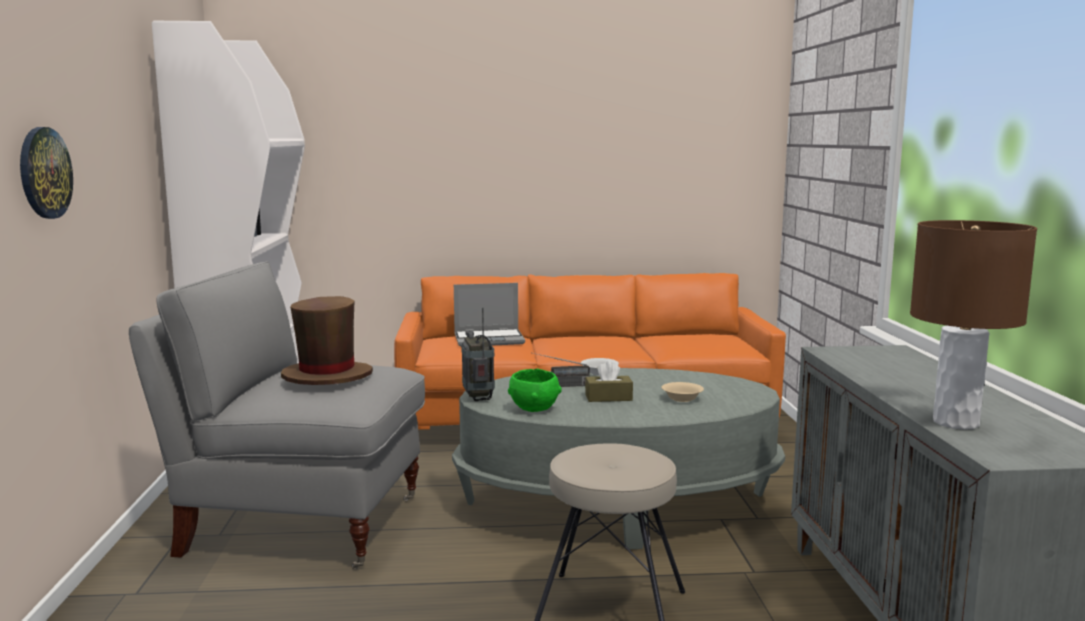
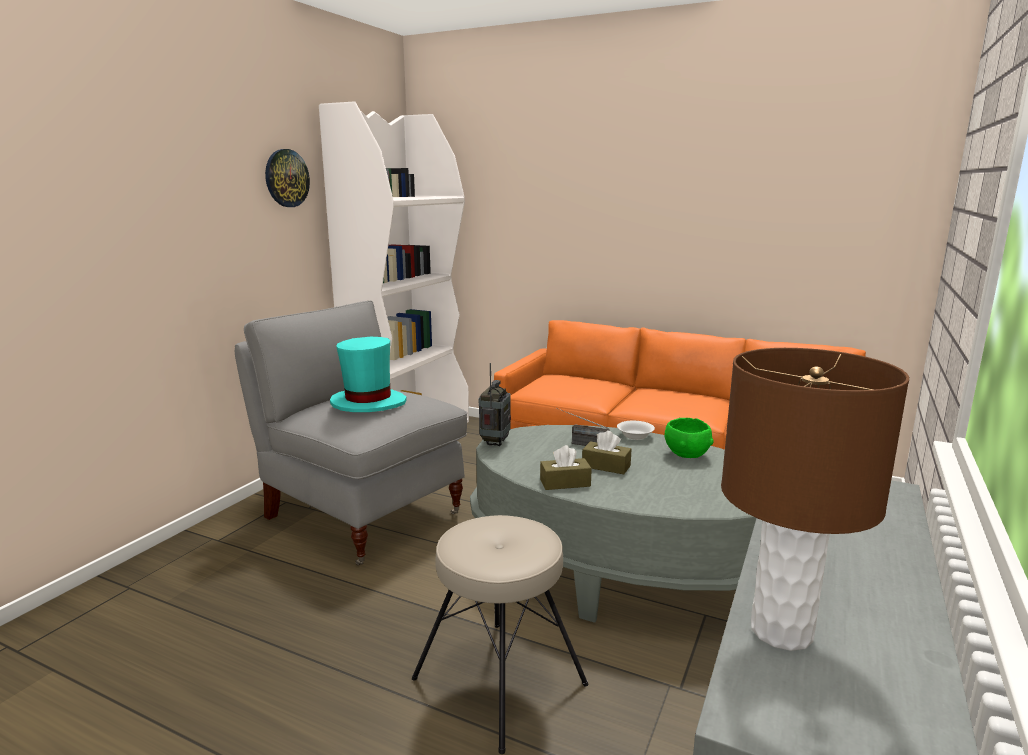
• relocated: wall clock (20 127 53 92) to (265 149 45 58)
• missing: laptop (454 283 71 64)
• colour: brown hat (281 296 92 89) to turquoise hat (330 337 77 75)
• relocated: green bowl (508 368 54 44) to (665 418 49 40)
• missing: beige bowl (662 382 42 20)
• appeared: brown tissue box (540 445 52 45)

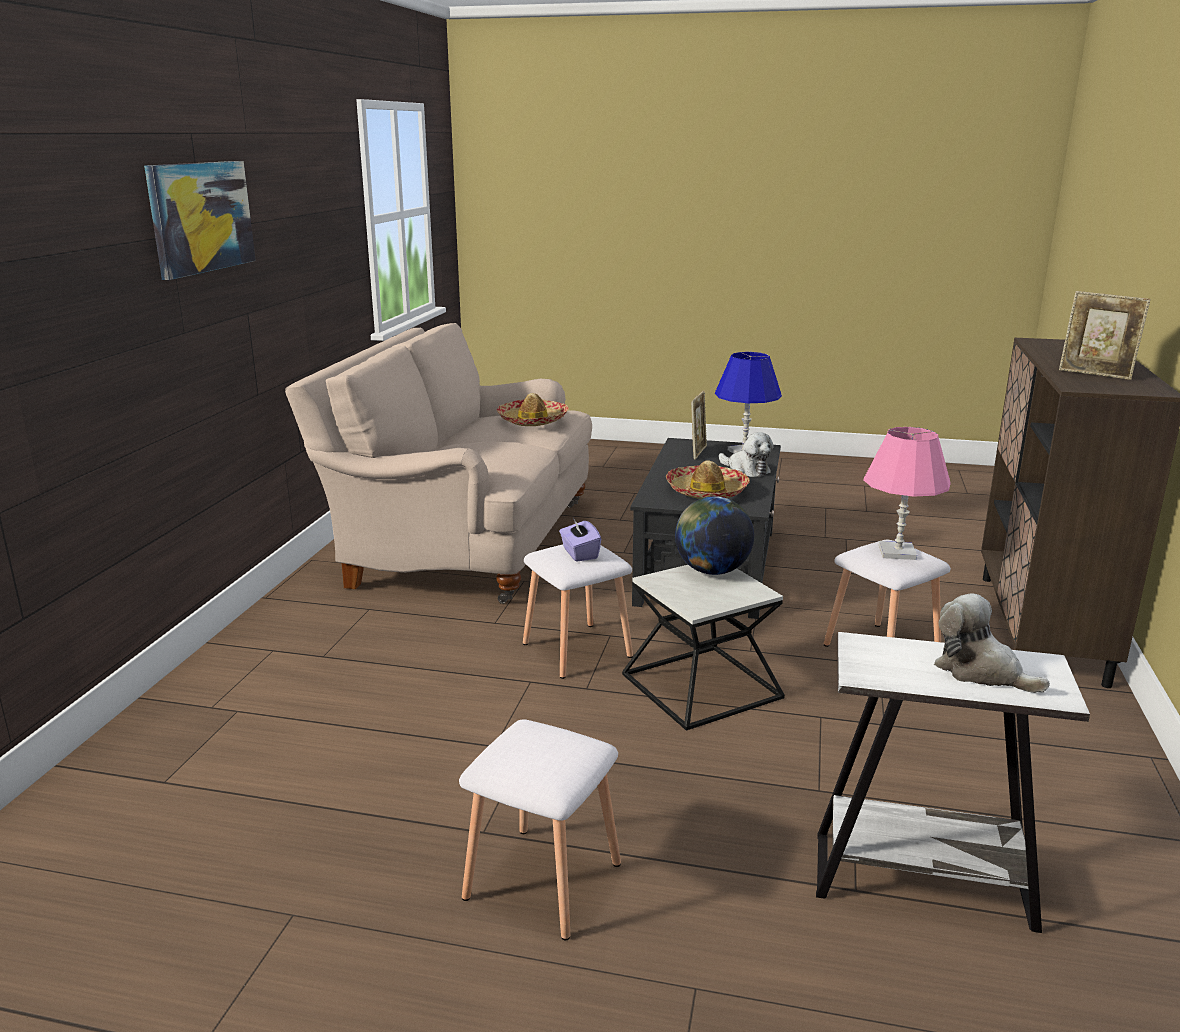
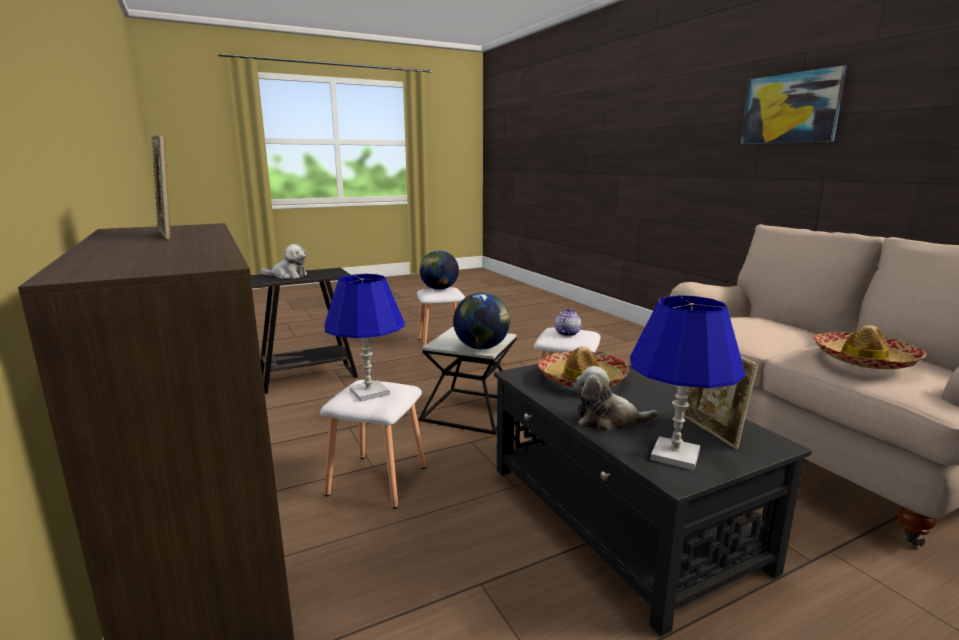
• spun: picture frame (1059 291 91 89) = (152 135 19 104) 120 degrees counterclockwise
• colour: pink table lamp (864 427 86 133) to blue table lamp (324 274 81 128)
• exchanged: purple tissue box (559 518 42 44) to teapot (555 308 26 28)
• colour: white side table (816 632 274 301) to black side table (251 268 107 126)
• appeared: globe (420 251 39 39)

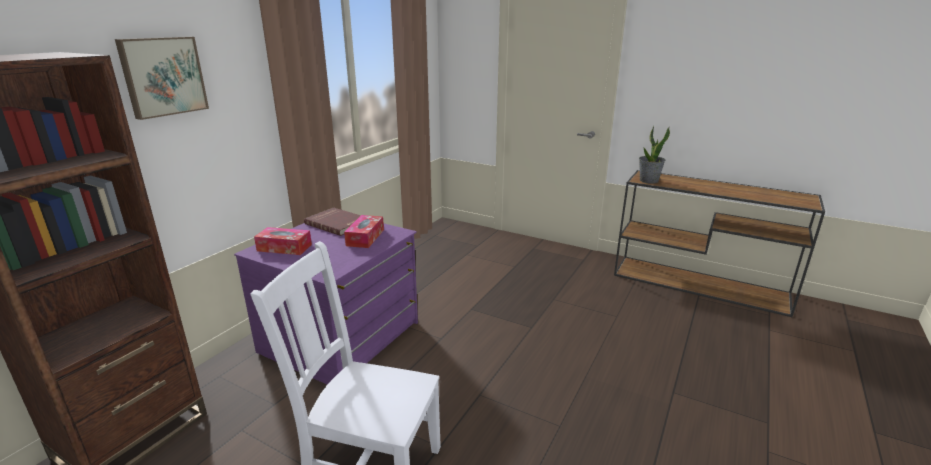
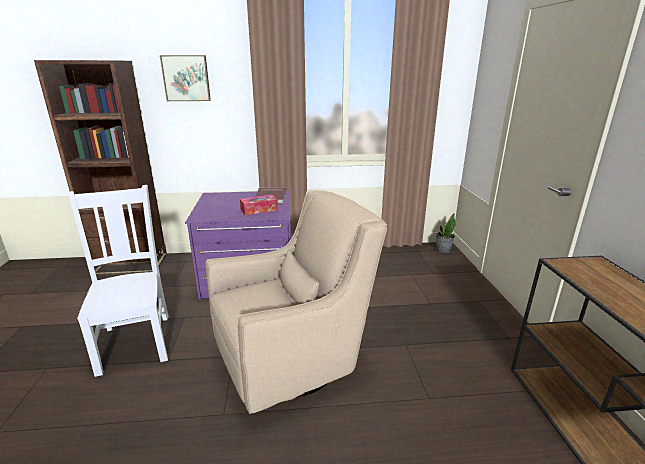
• relocated: potted plant (639 126 31 58) to (436 213 20 40)
• missing: tissue box (254 227 58 28)
• appeared: beige armchair (206 191 181 223)

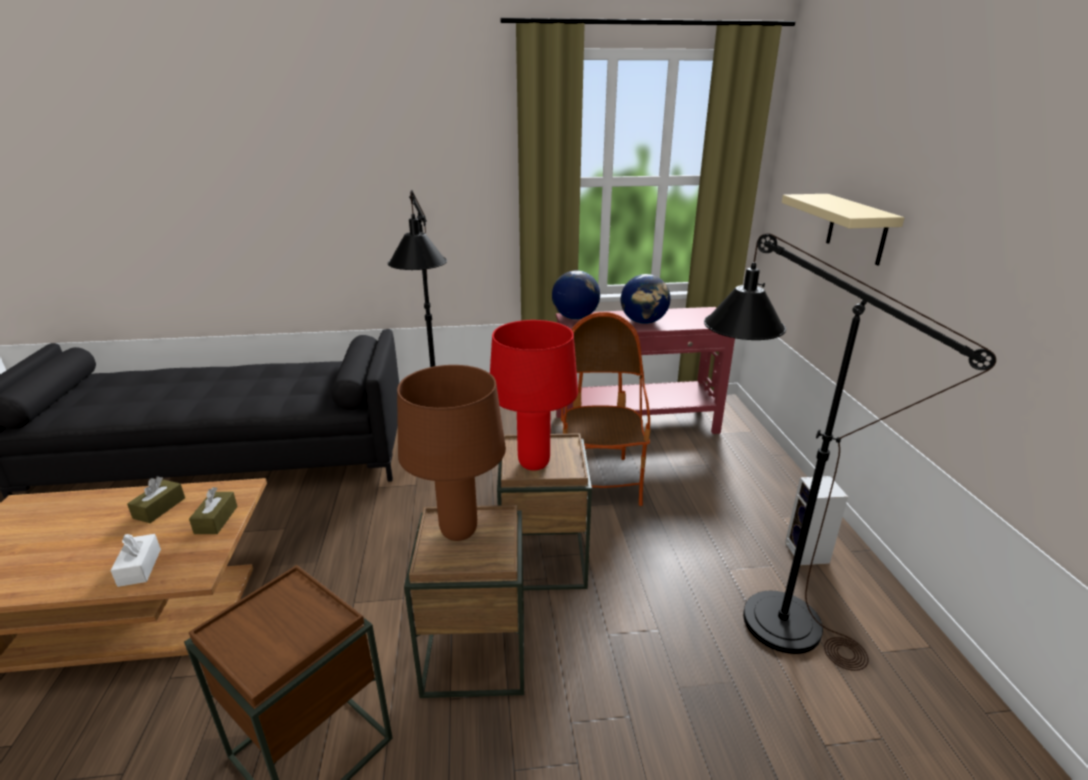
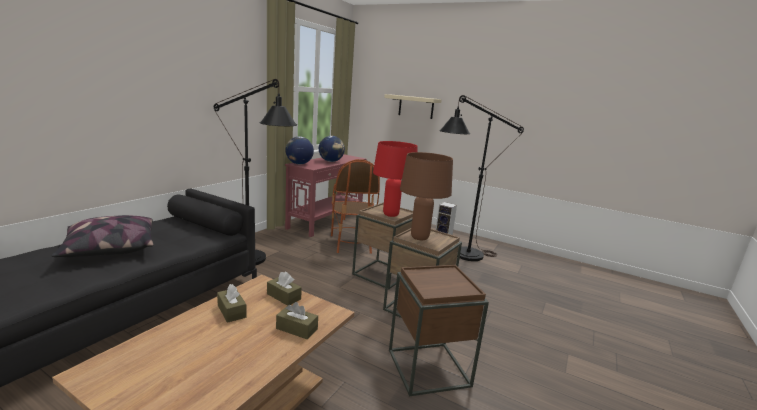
• spun: armchair (561 312 90 194) = (331 159 49 95) 135 degrees counterclockwise
• colour: white tissue box (110 534 51 53) to brown tissue box (276 302 42 38)
• appeared: pillow (51 215 103 42)

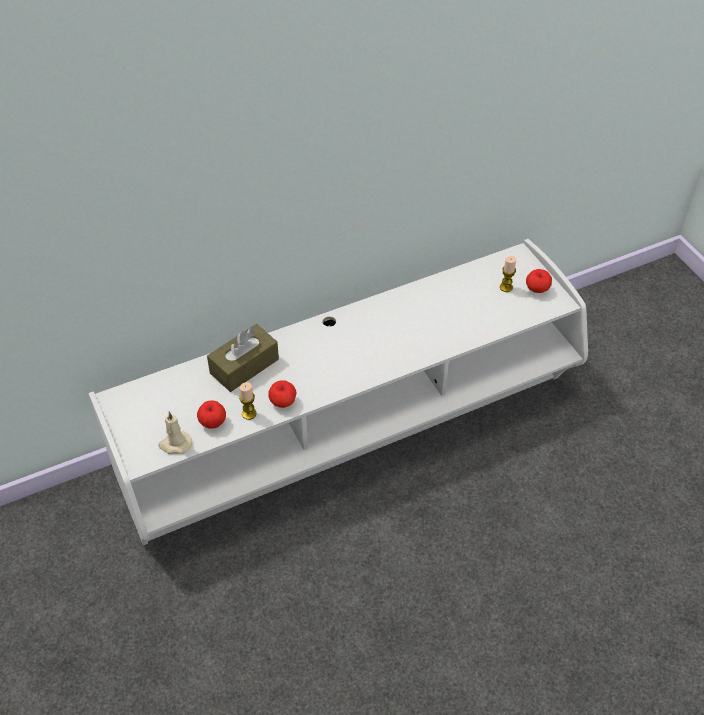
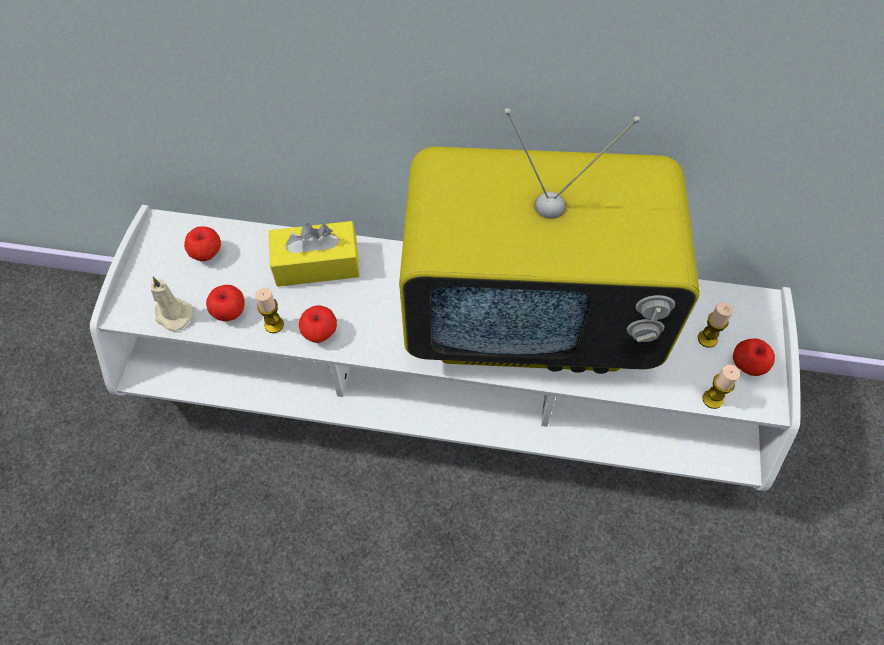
• colour: brown tissue box (207 324 72 68) to yellow tissue box (269 221 91 66)
• appeared: television (399 108 301 266)
• appeared: apple (184 226 37 35)
• appeared: candle (702 365 38 44)

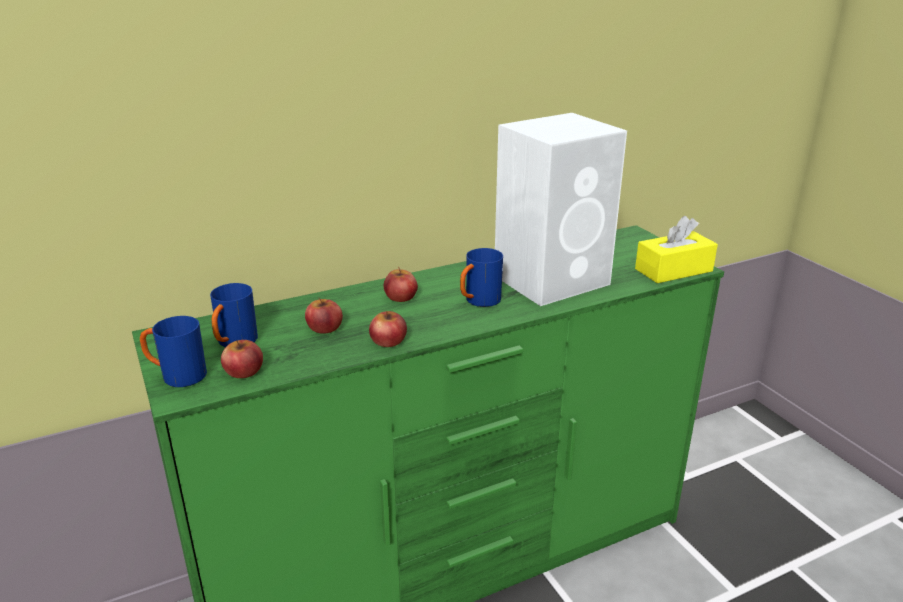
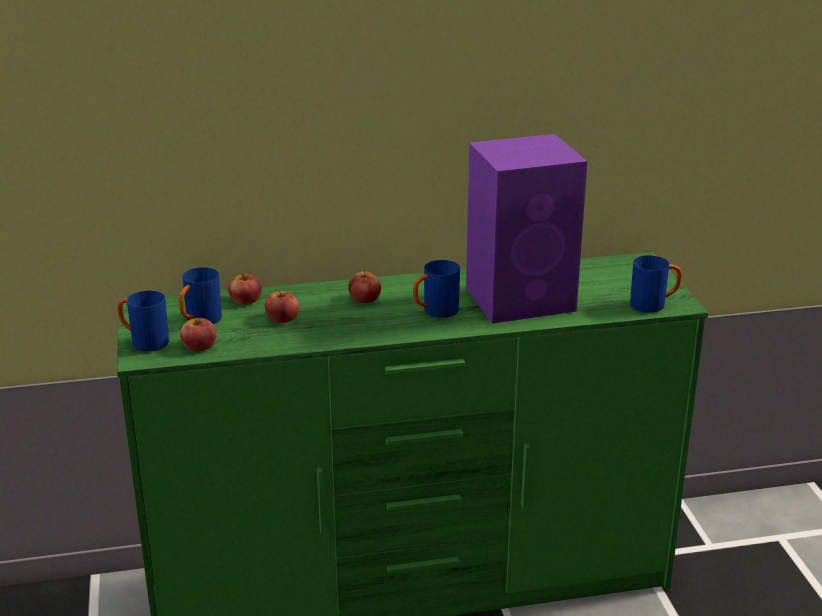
• colour: white speaker (495 113 132 193) to purple speaker (466 134 121 190)
• exchanged: yellow tissue box (635 216 83 67) to blue mug (630 255 52 58)
• relocated: apple (369 311 38 36) to (228 273 34 32)

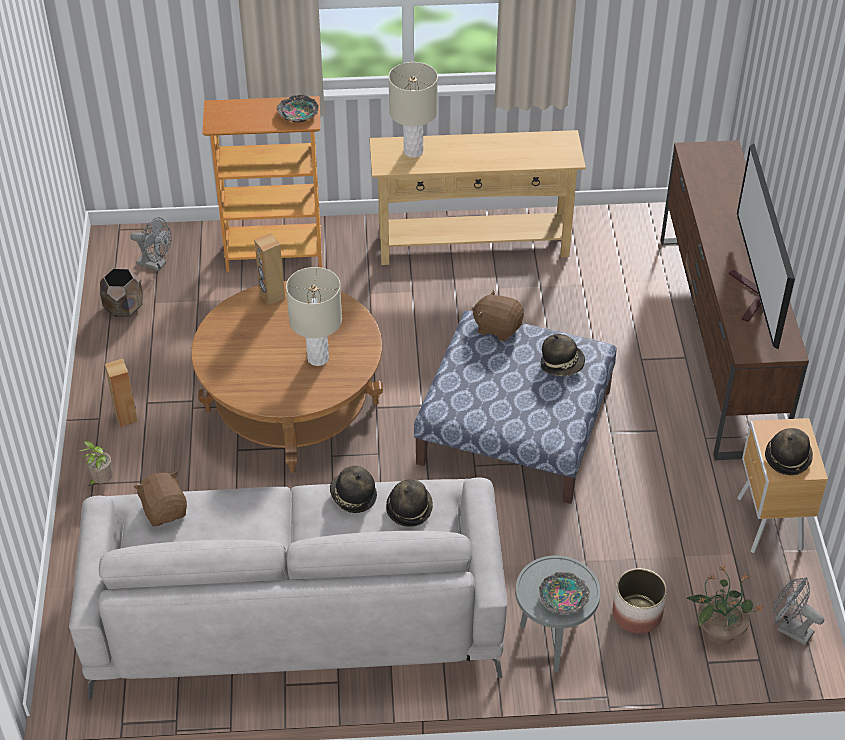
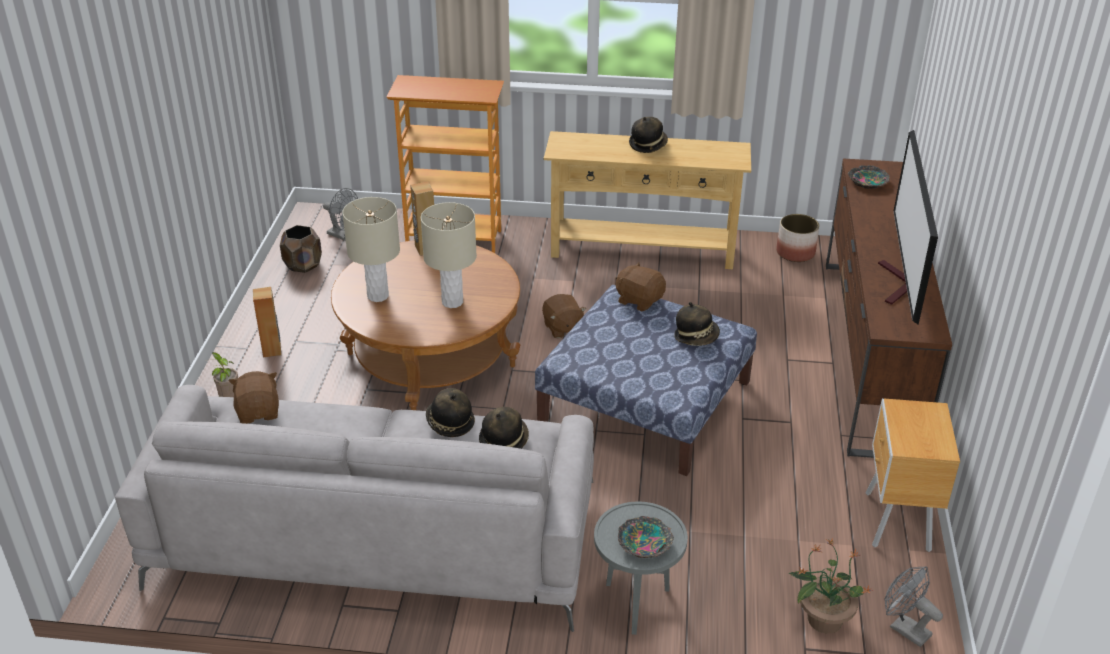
• relocated: beige table lamp (389 62 49 96) to (342 197 58 105)
• relocated: bowl (277 95 42 28) to (848 165 42 24)
• relocated: hat (765 428 48 47) to (629 117 39 36)
• relocated: planter (613 568 54 66) to (776 214 43 48)
• appeared: brown plush toy (542 294 44 44)

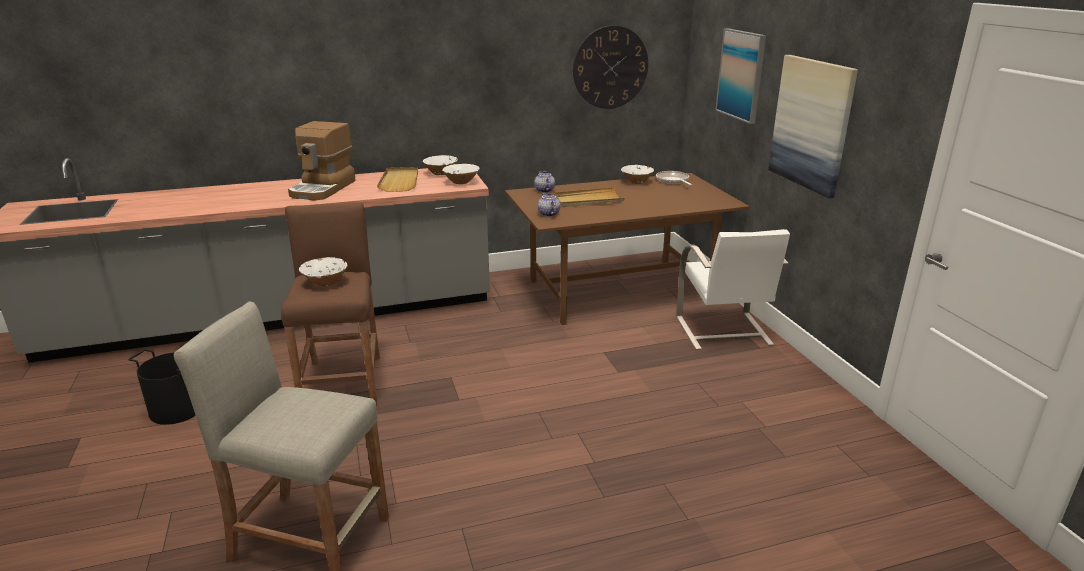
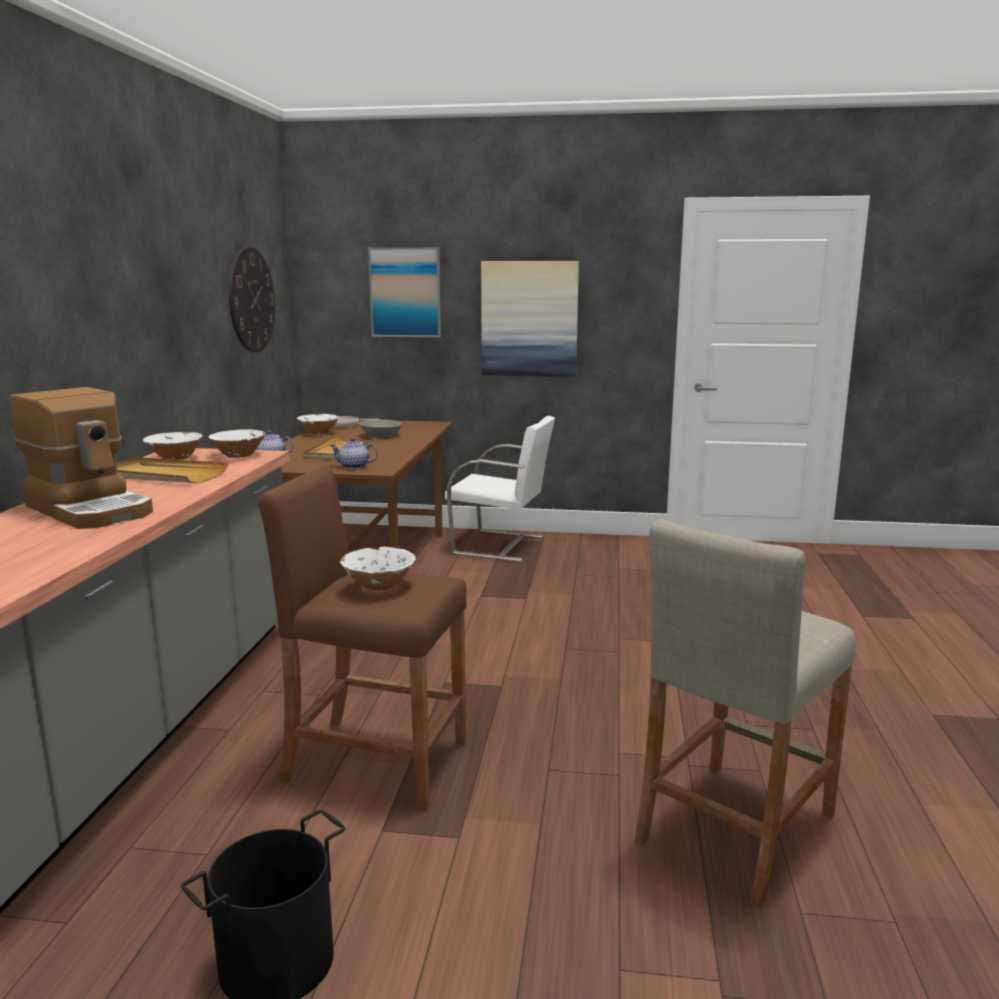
• appeared: grey bowl (359 420 43 17)

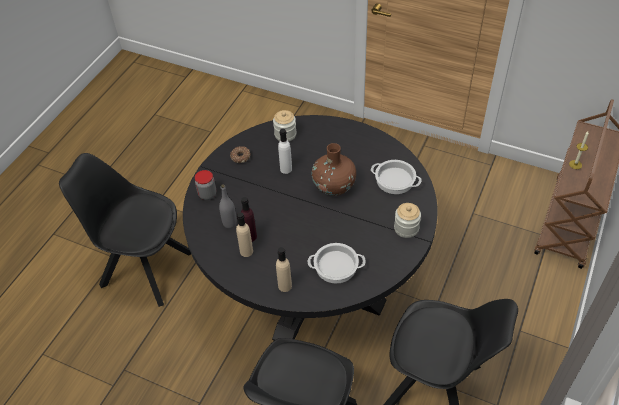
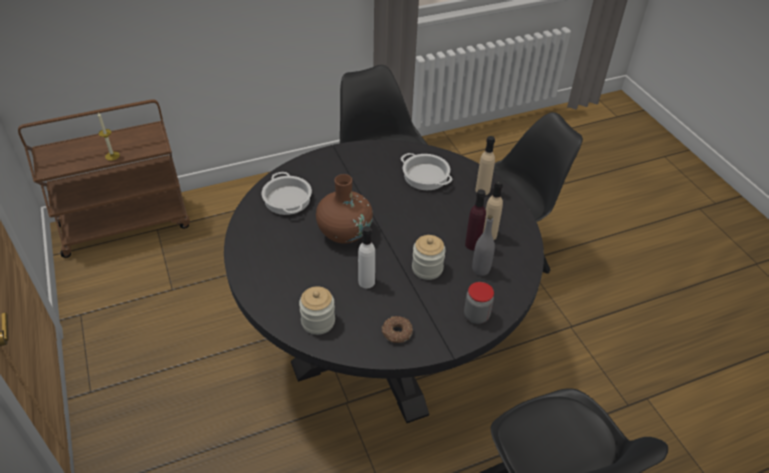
• relocated: jar (394 203 27 35) to (412 235 34 45)

